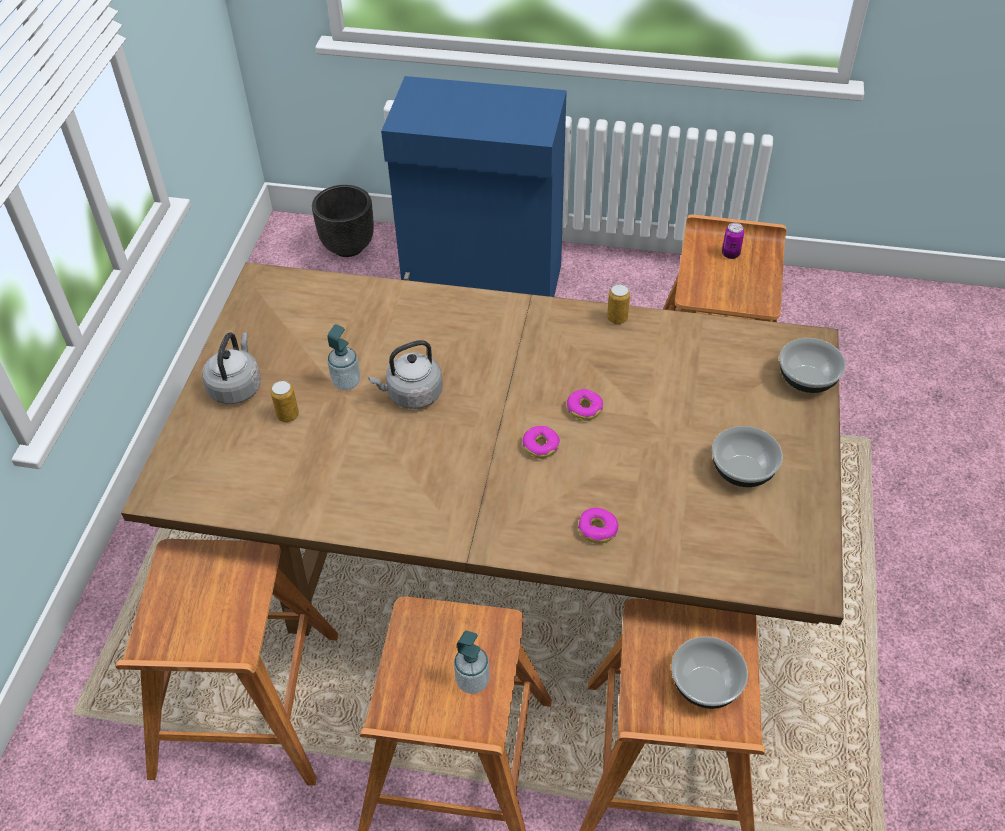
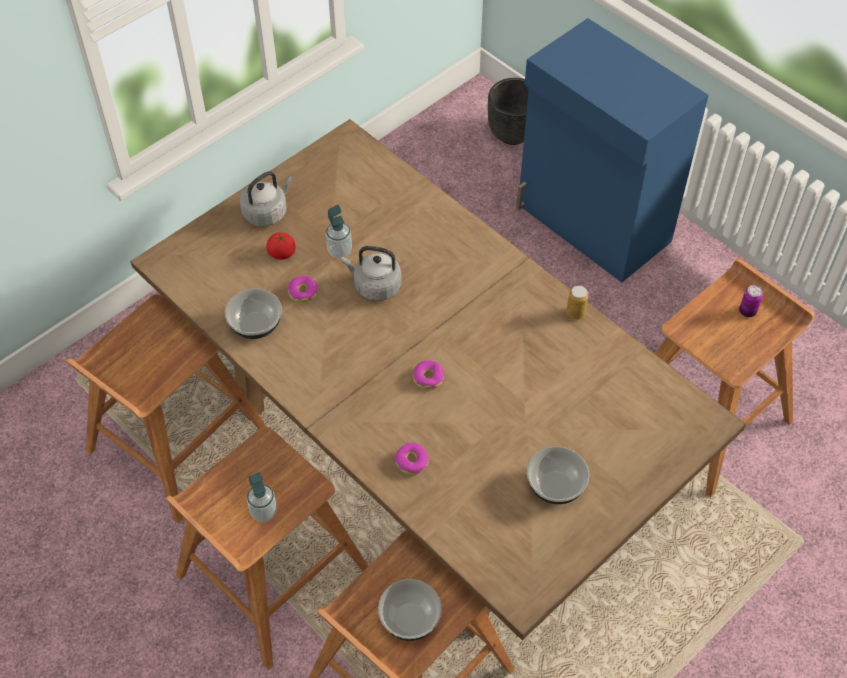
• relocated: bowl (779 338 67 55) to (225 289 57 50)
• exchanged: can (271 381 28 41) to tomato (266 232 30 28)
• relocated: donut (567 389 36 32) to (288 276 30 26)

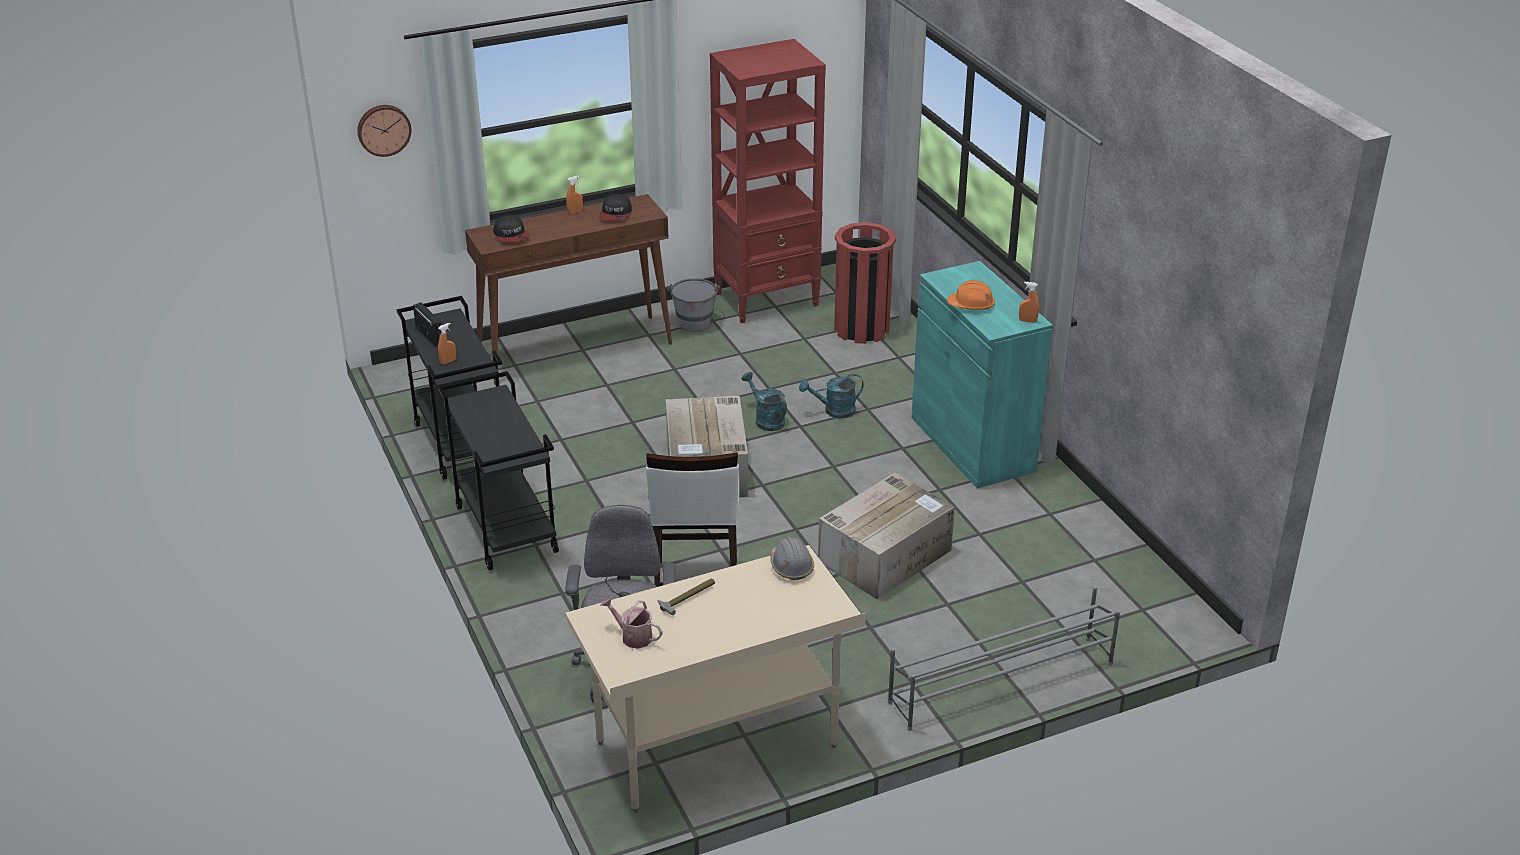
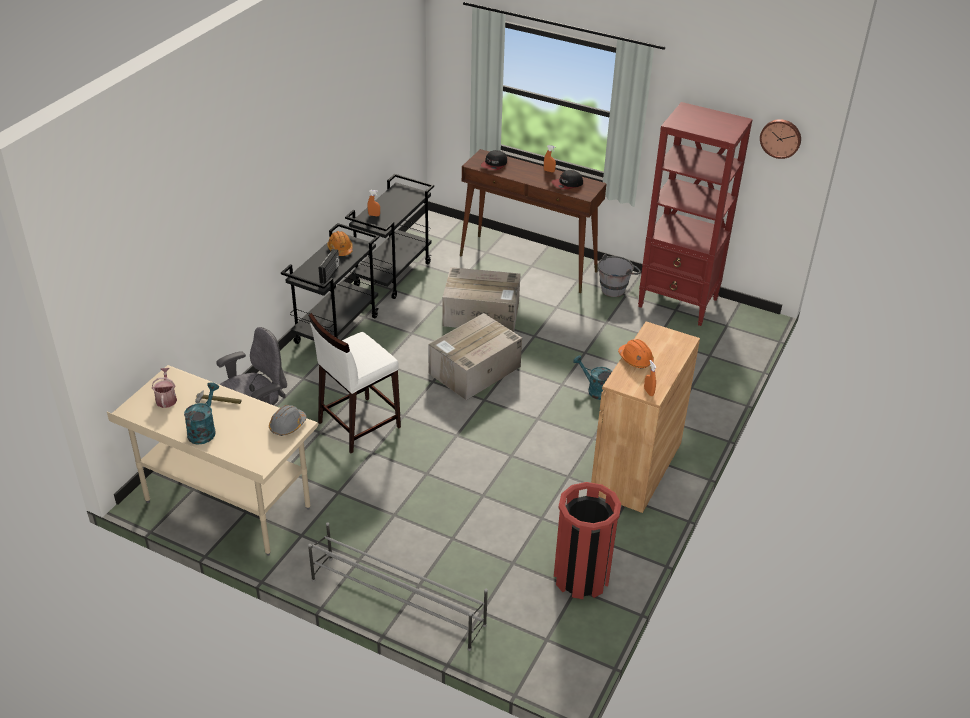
• relocated: wall clock (357 105 54 52) to (760 119 41 40)
• relocated: red trash can (834 222 62 122) to (554 482 67 117)
• colour: turquoise cabinet (911 261 142 228) to brown cabinet (591 321 109 192)
• relocated: radio (413 302 28 44) to (319 249 20 35)
• relocated: turquoise watering can (742 372 45 59) to (184 382 35 63)
• relocated: cardboard box (818 473 137 126) to (443 267 78 65)
• appeared: orange hard hat (327 231 26 25)

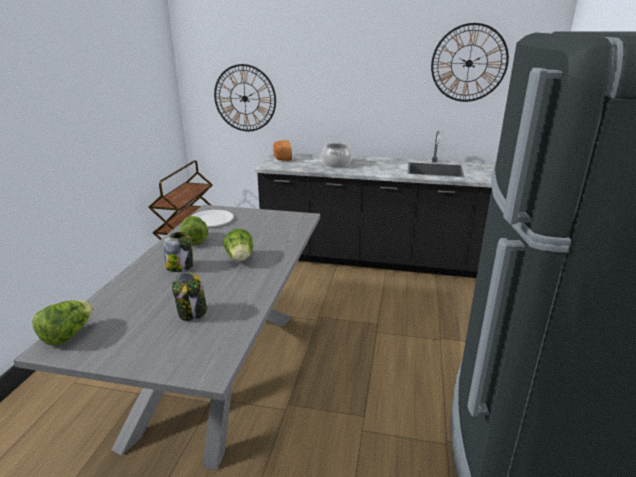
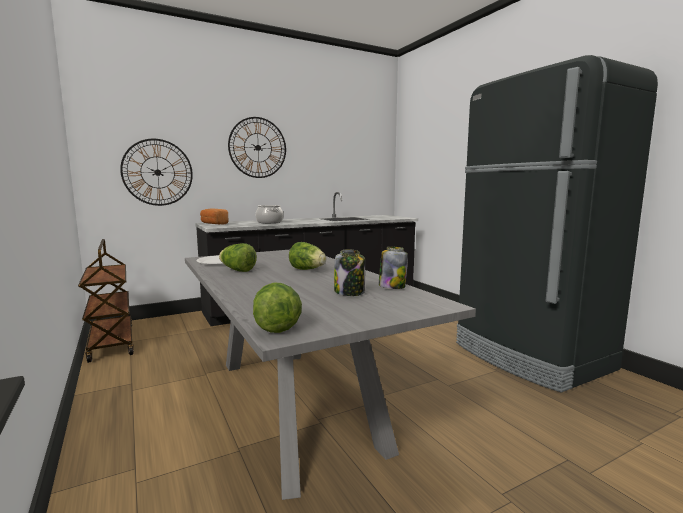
• relocated: wall clock (431 23 78 79) to (228 117 58 61)
• relocated: jar (164 232 29 40) to (379 246 29 43)

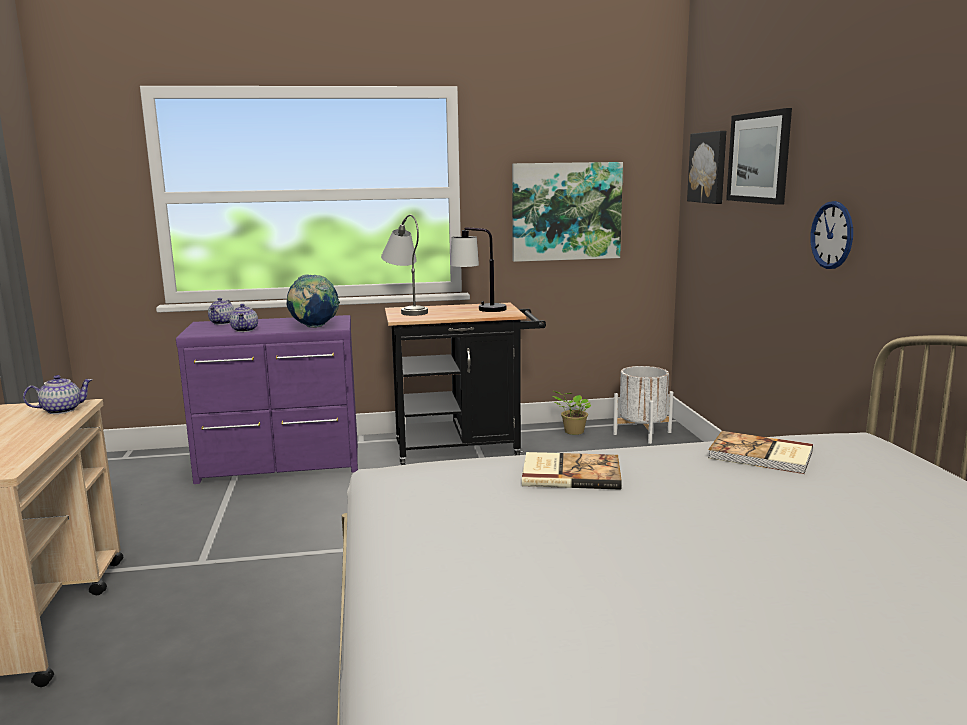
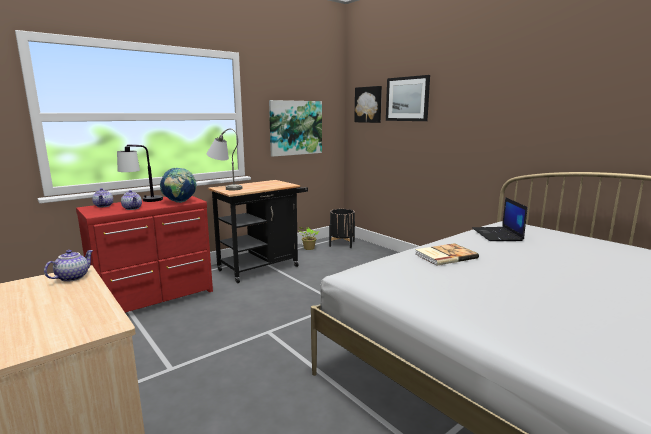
• missing: wall clock (811 201 42 68)
• relocated: table lamp (450 227 57 85) to (117 145 46 57)
• colour: purple dresser (176 315 182 169) to red dresser (76 196 137 117)
• colour: white planter (613 366 60 78) to black planter (329 209 26 39)
• exchanged: book (708 431 105 43) to laptop (472 197 55 44)

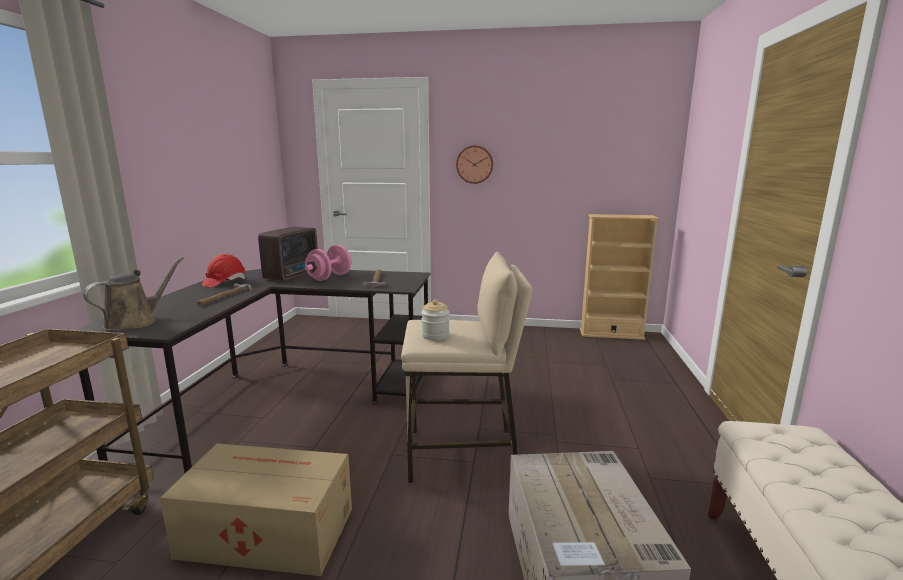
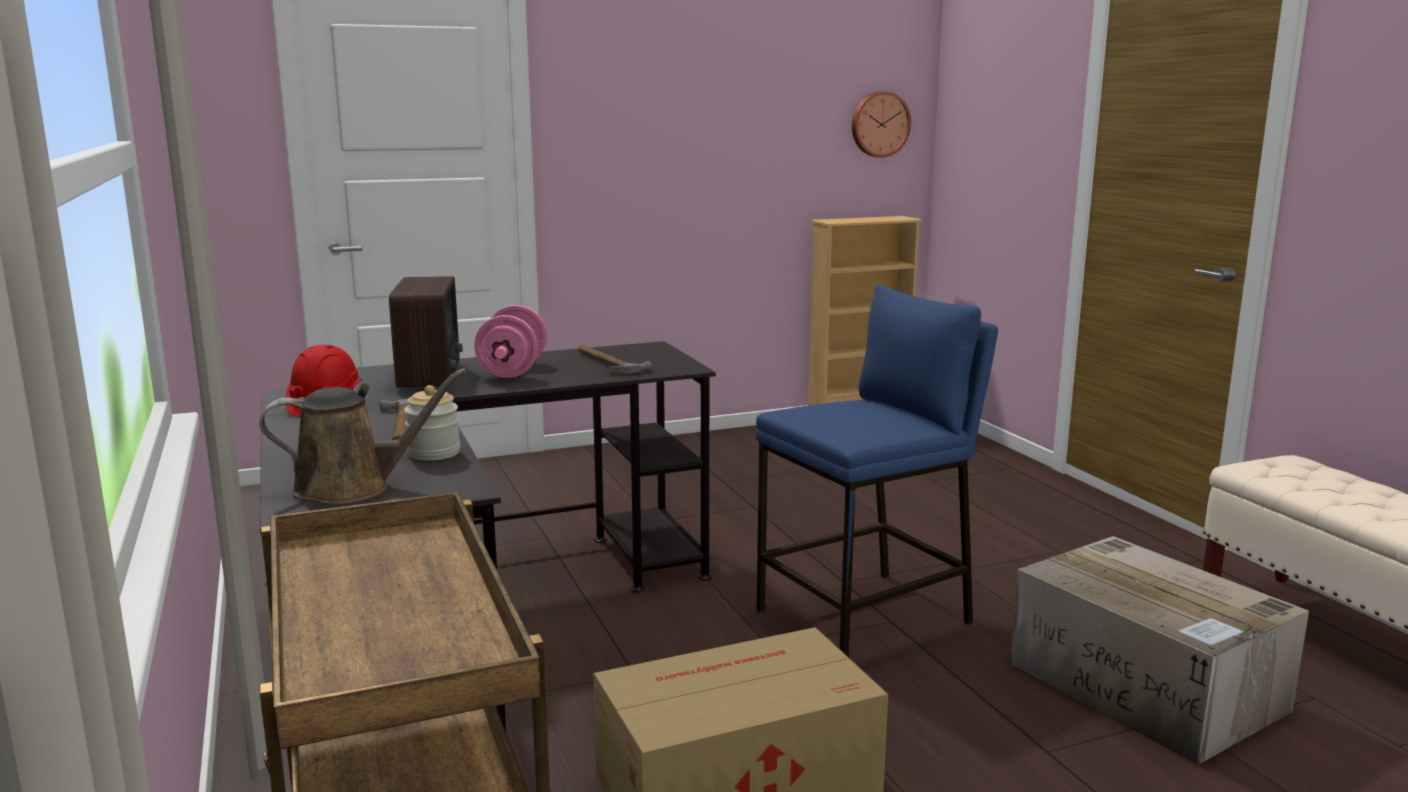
• relocated: wall clock (456 145 37 39) to (852 91 59 66)
• colour: beige stool (401 251 131 232) to blue stool (756 284 242 373)
• spun: brown watering can (83 257 101 74) = (259 368 208 136) 75 degrees clockwise
• relocated: jar (421 300 29 40) to (404 385 56 76)

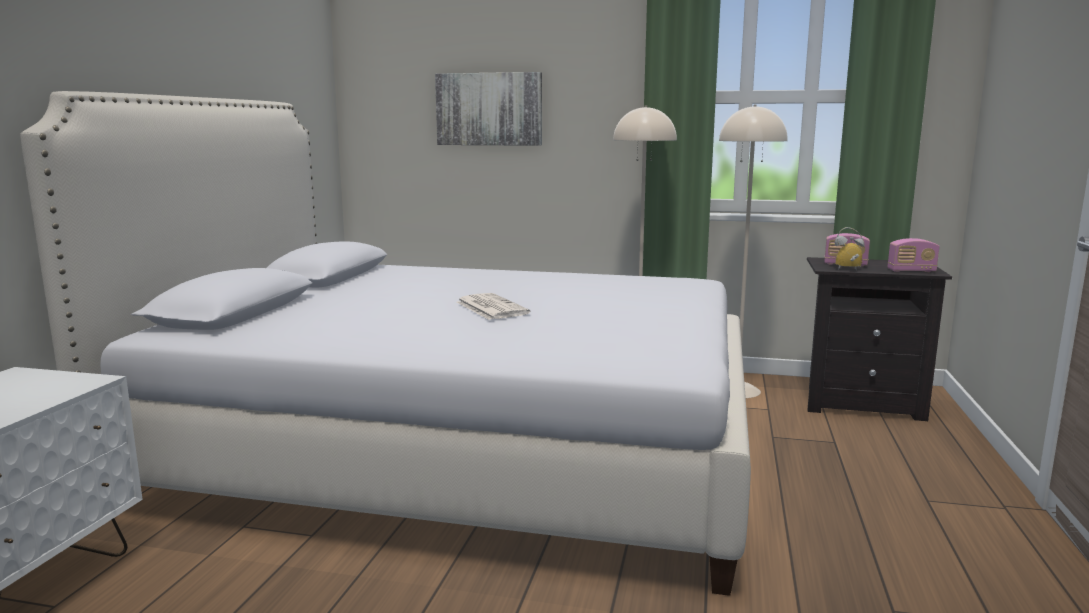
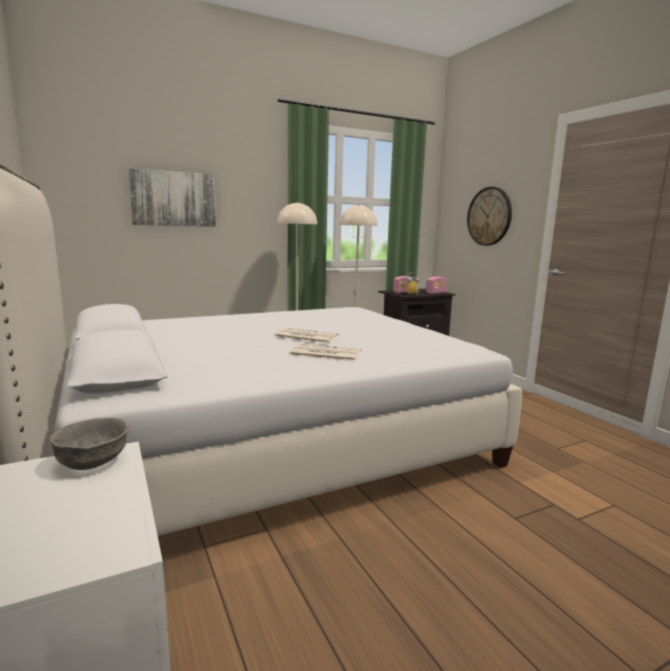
• appeared: wall clock (467 187 45 59)
• appeared: newspaper (289 344 72 18)
• appeared: grey bowl (49 418 80 52)

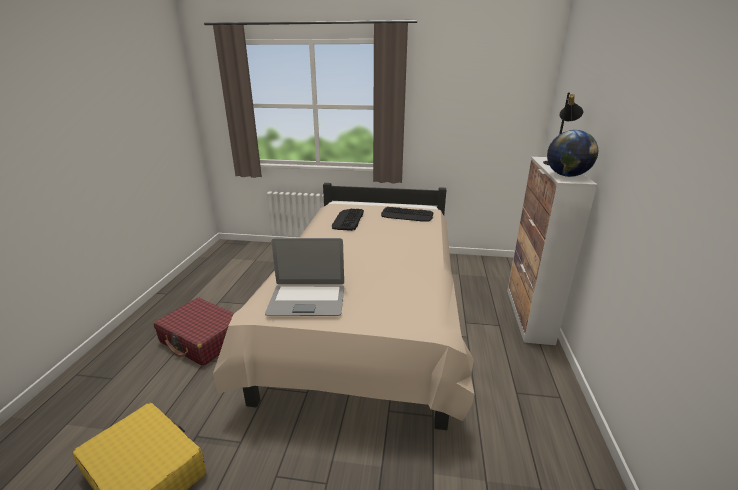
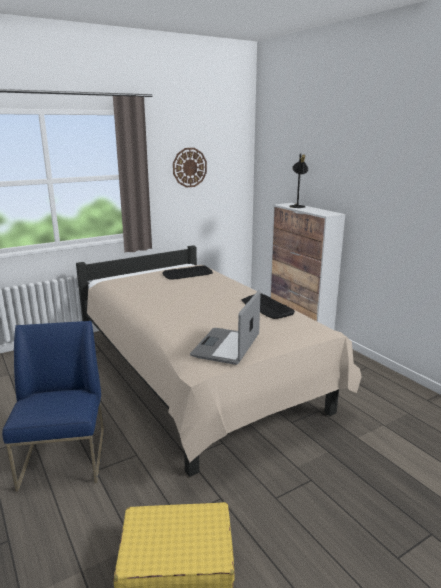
• missing: globe (547 130 51 47)
• relocated: keyboard (332 209 32 22) to (242 293 53 26)
• spun: laptop (265 238 79 78) = (190 290 71 75) 150 degrees clockwise
• exchanged: red suitcase (154 298 80 68) to blue chair (2 321 102 171)
• appeared: wall clock (173 148 34 40)

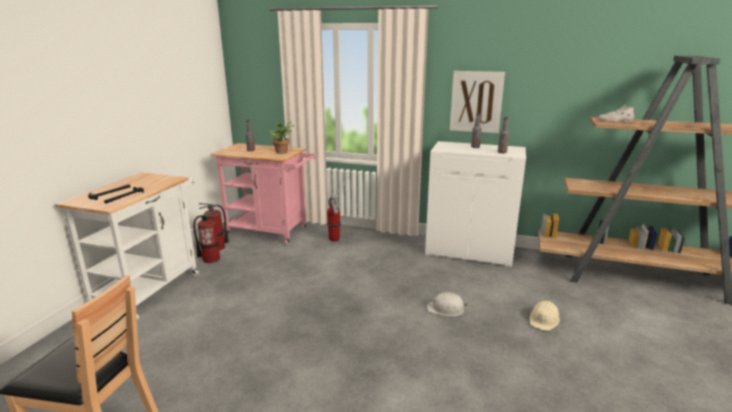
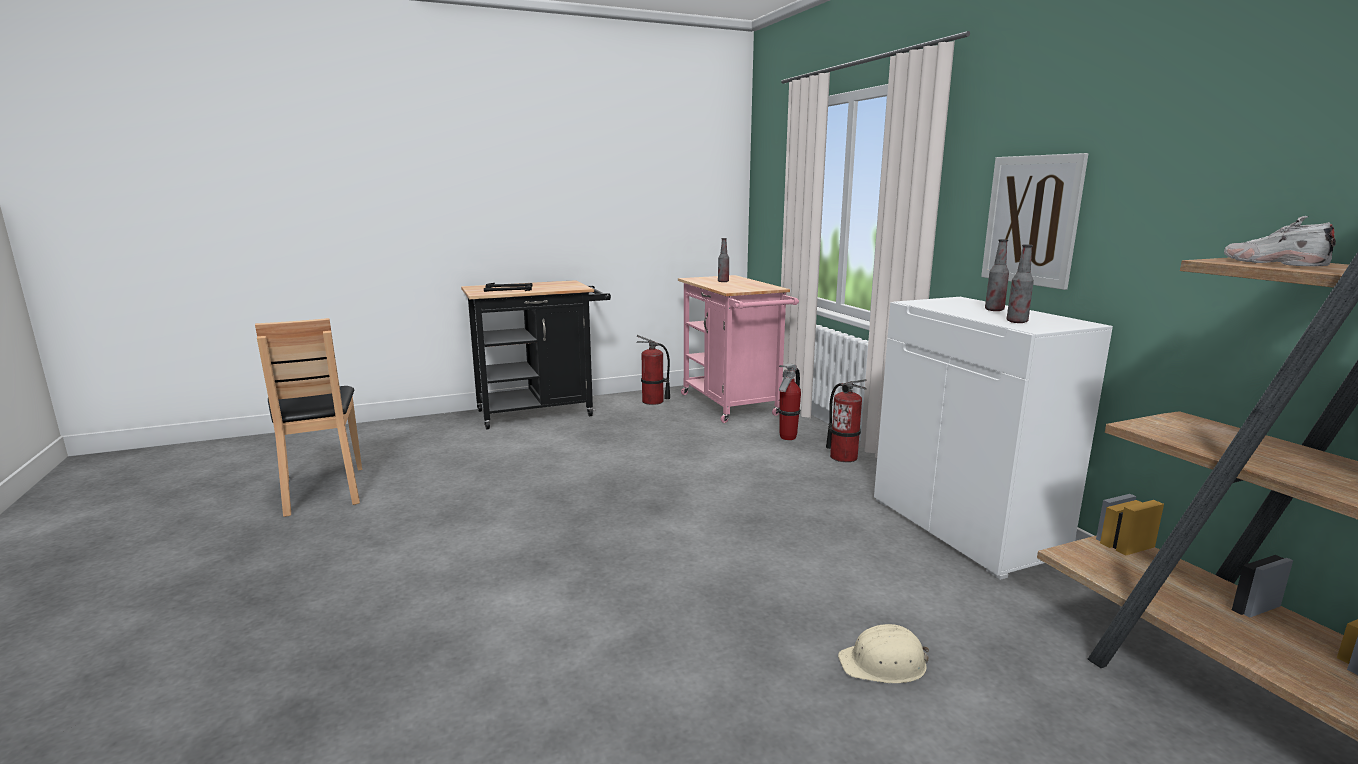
• missing: potted plant (268 122 26 32)
• colour: white cart (55 172 144 148) to black cart (461 280 150 149)
• relocated: fire extinguisher (193 210 27 53) to (826 379 41 83)
• missing: white hard hat (427 292 40 24)

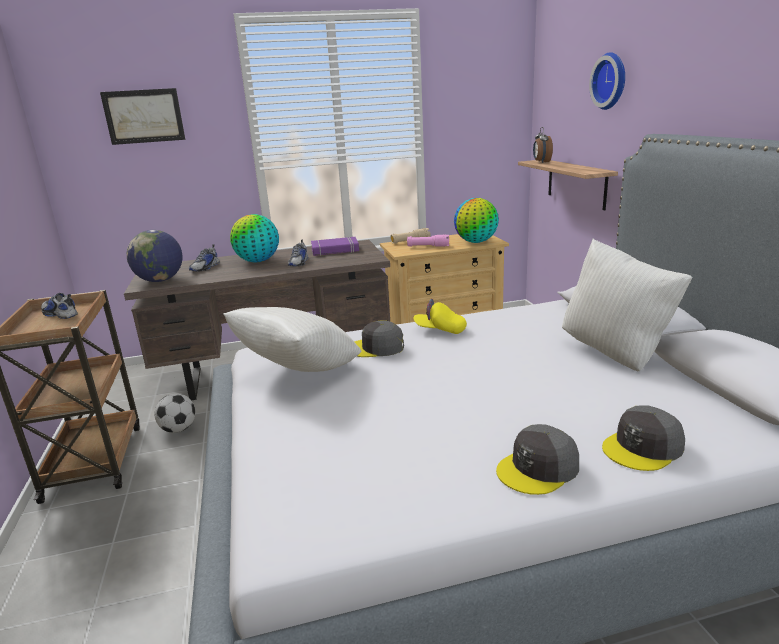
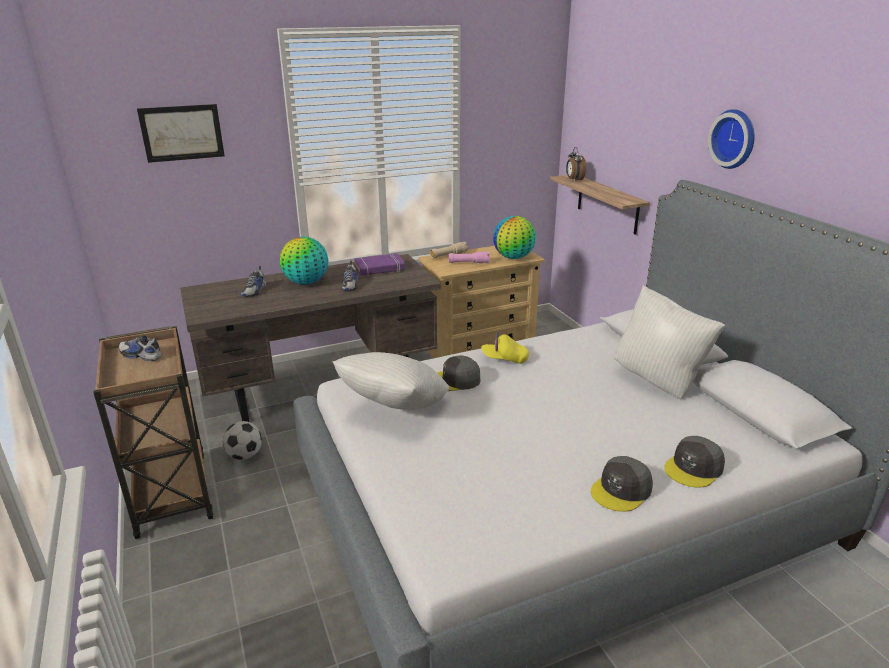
• relocated: wall clock (589 52 36 58) to (708 109 47 60)
• missing: globe (127 230 56 52)

